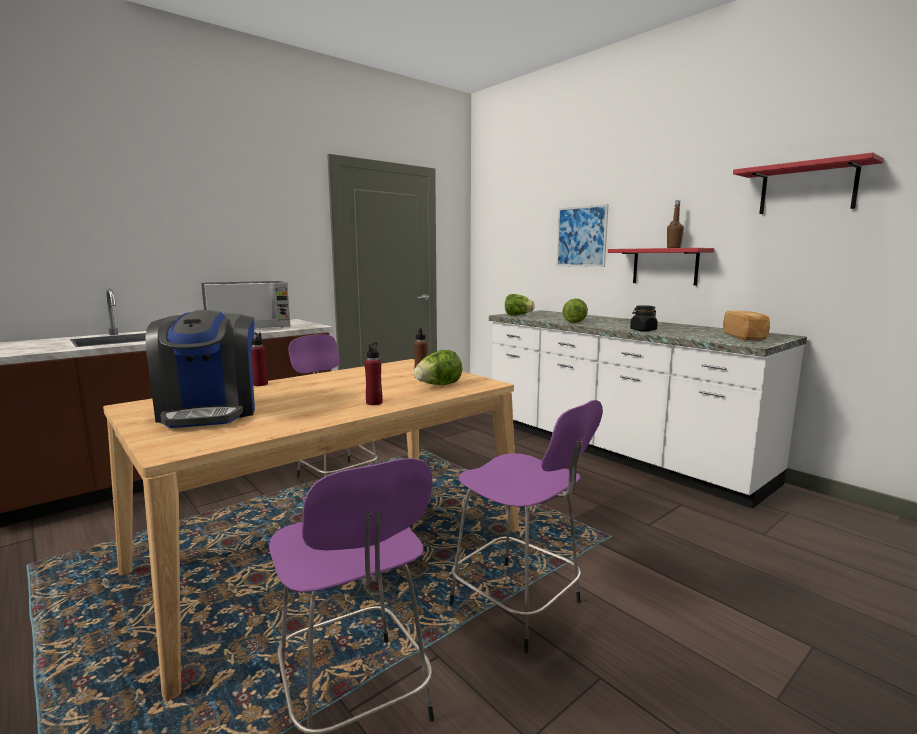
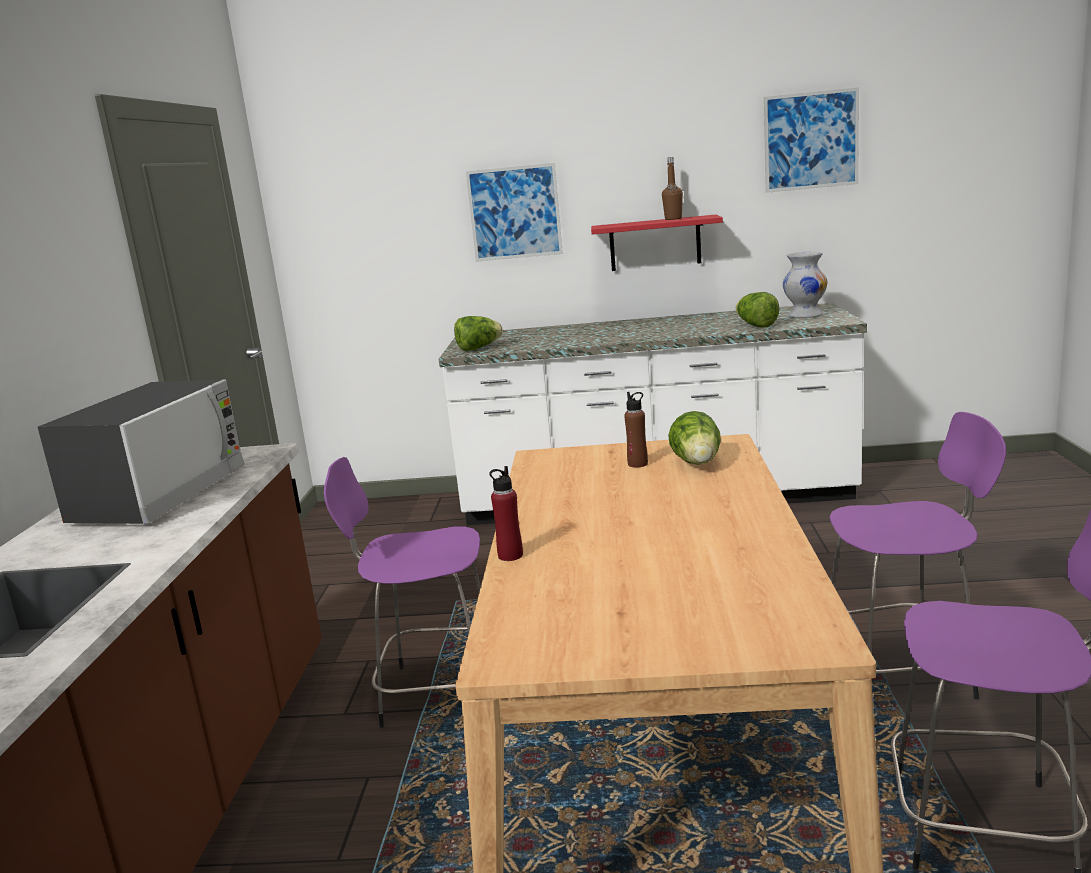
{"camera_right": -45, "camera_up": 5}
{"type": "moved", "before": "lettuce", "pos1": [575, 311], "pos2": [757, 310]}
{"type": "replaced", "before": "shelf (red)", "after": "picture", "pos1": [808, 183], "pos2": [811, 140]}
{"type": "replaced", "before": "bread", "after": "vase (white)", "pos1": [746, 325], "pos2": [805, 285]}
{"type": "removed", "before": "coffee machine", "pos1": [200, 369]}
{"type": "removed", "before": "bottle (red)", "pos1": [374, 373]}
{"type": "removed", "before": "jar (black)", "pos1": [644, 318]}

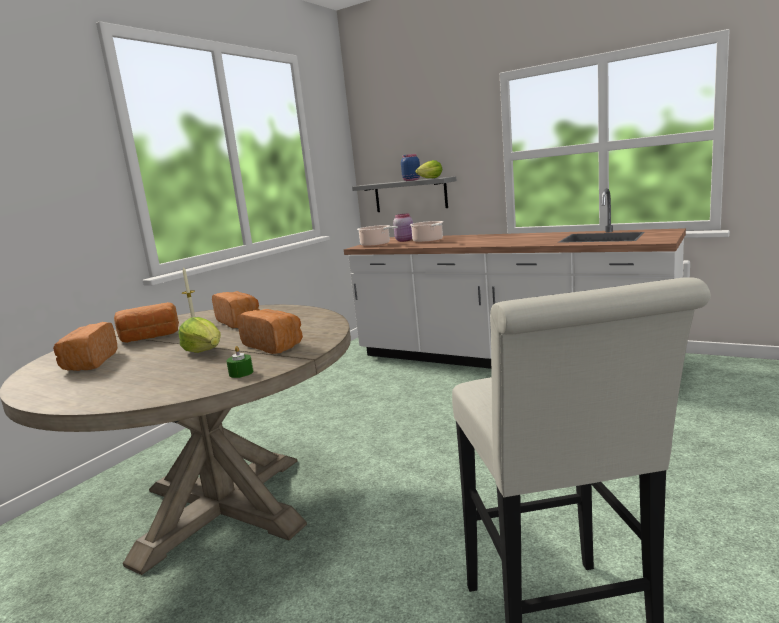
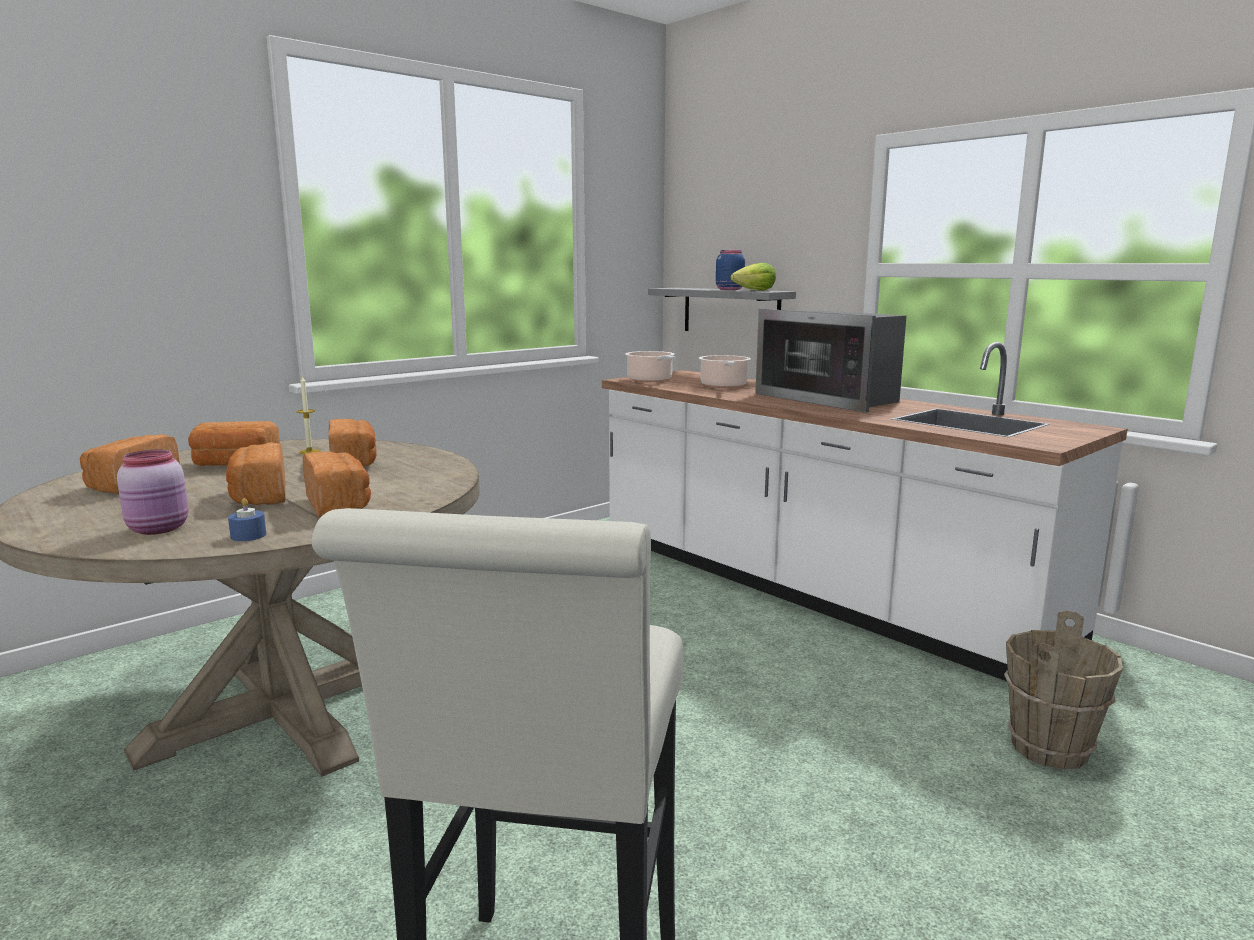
{"camera_right": 15, "camera_up": 0}
{"type": "moved", "before": "jar (pink)", "pos1": [403, 228], "pos2": [153, 492]}
{"type": "replaced", "before": "lettuce", "after": "bread", "pos1": [200, 335], "pos2": [256, 473]}
{"type": "recoloured", "before": "candle (green)", "after": "candle (blue)", "pos1": [239, 362], "pos2": [247, 519]}
{"type": "added", "after": "microwave", "pos2": [830, 361]}
{"type": "added", "after": "bucket (brown)", "pos2": [1063, 690]}

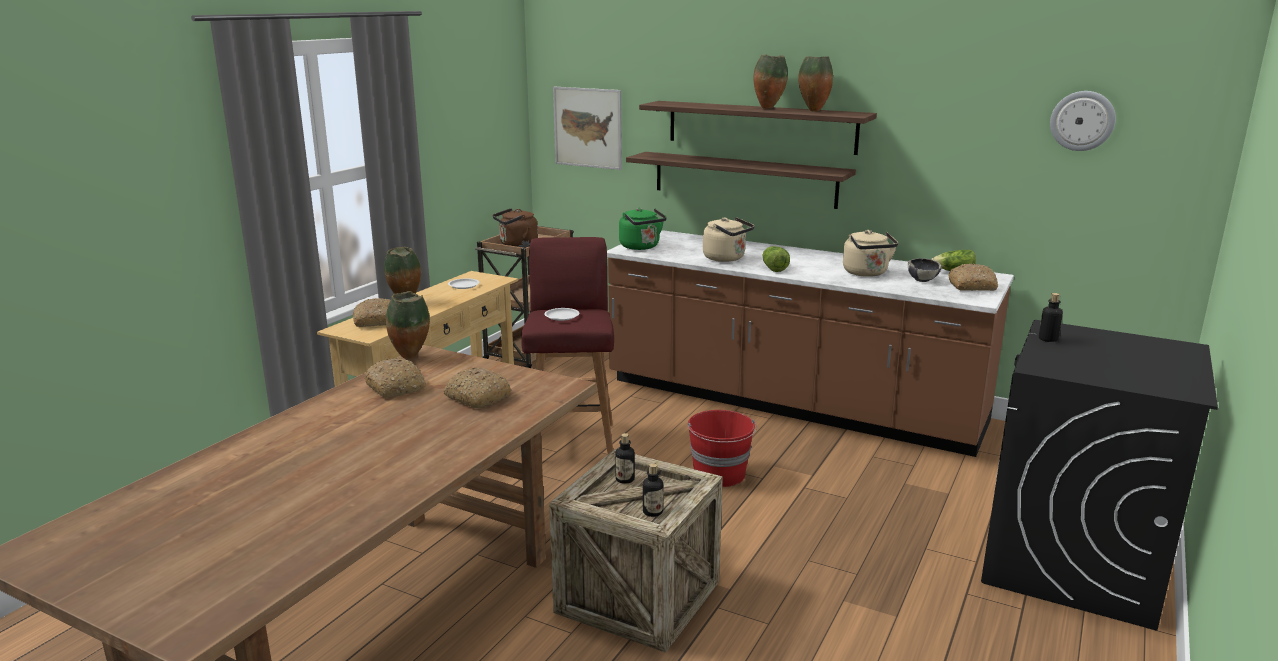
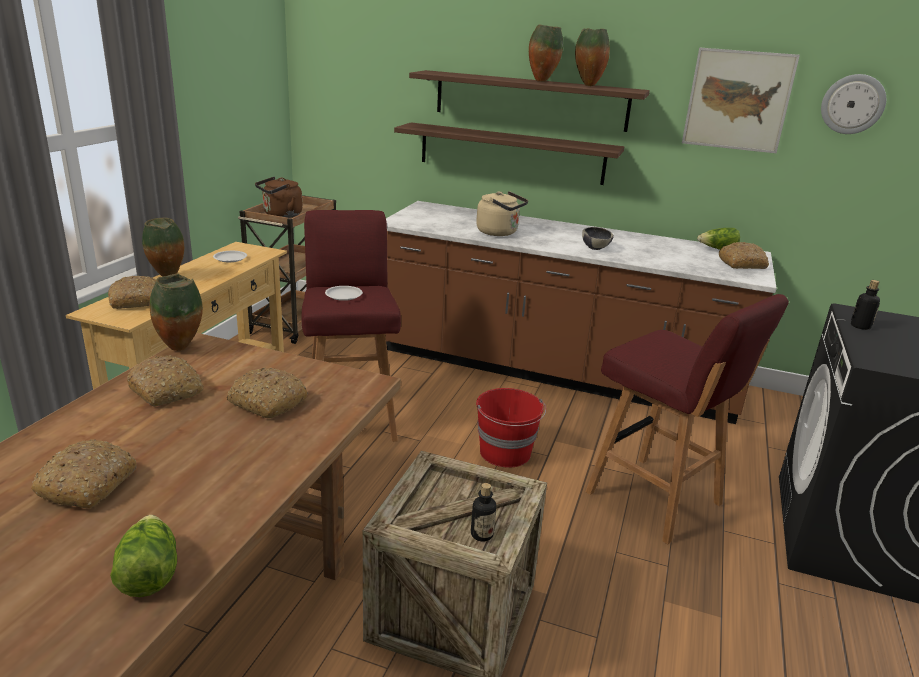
{"camera_right": -10, "camera_up": 5}
{"type": "added", "after": "bread", "pos2": [84, 474]}
{"type": "moved", "before": "lettuce", "pos1": [776, 259], "pos2": [143, 556]}
{"type": "moved", "before": "bowl", "pos1": [925, 270], "pos2": [598, 238]}
{"type": "added", "after": "stool (red)", "pos2": [687, 419]}
{"type": "moved", "before": "picture", "pos1": [587, 128], "pos2": [741, 100]}
{"type": "removed", "before": "bottle", "pos1": [625, 458]}
{"type": "removed", "before": "kettle (green)", "pos1": [643, 229]}
{"type": "removed", "before": "kettle (beige)", "pos1": [870, 253]}

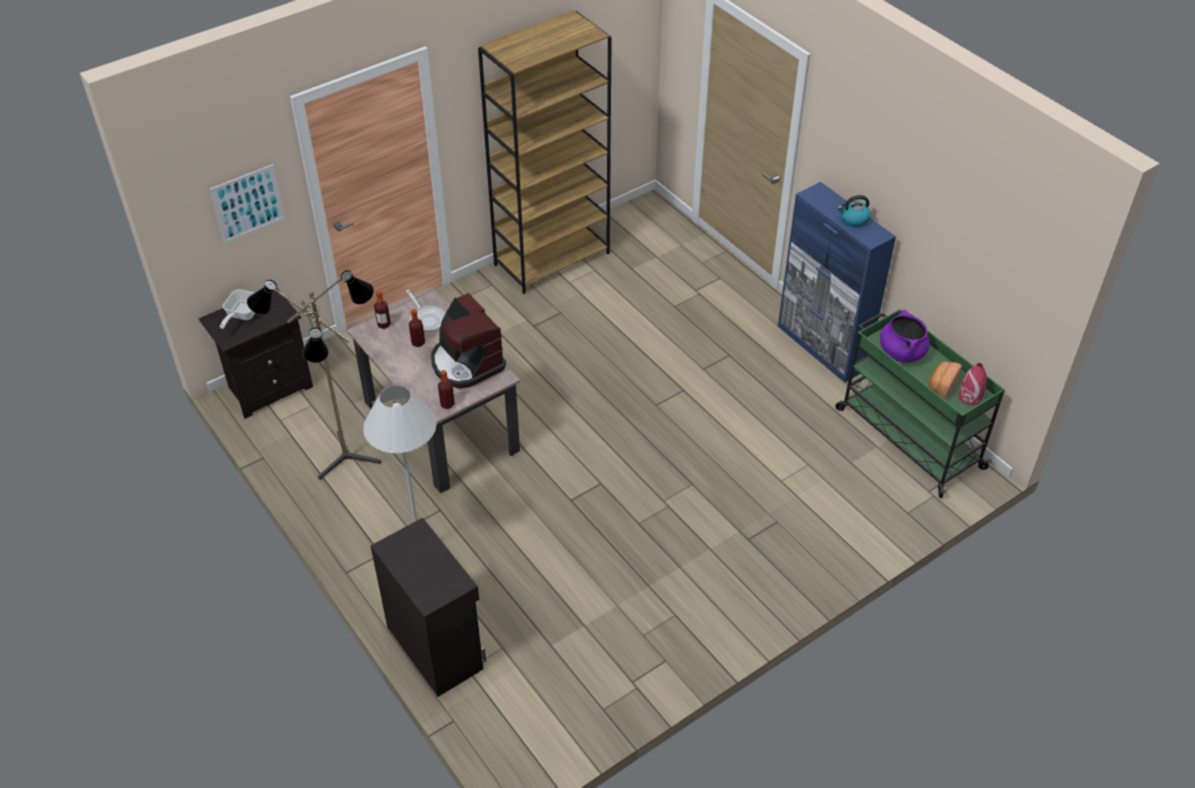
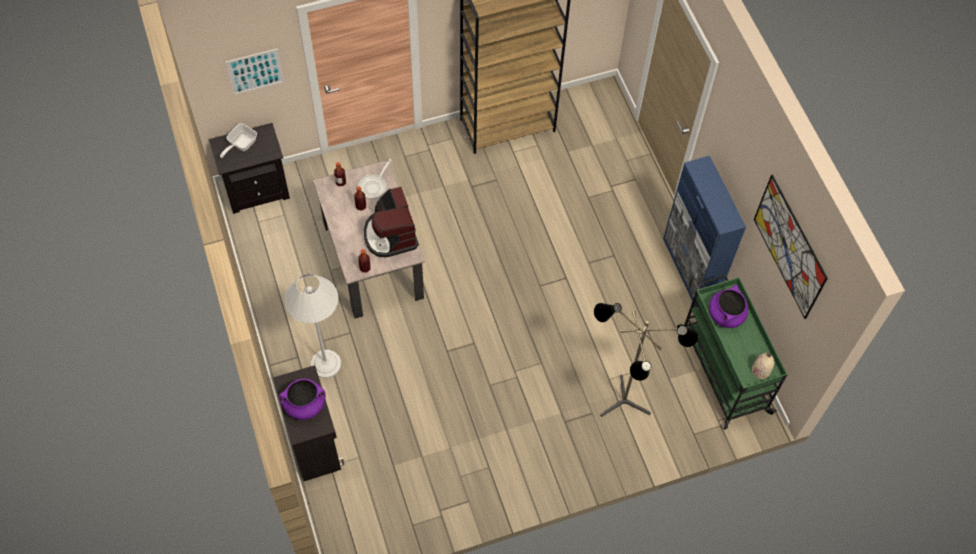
{"camera_right": 15, "camera_up": 15}
{"type": "added", "after": "cooking pot (purple)", "pos2": [302, 399]}
{"type": "turned", "before": "frying pan", "pos1": [425, 311], "pos2": [374, 179], "turn": 45}
{"type": "moved", "before": "floor lamp", "pos1": [314, 375], "pos2": [646, 360]}
{"type": "recoloured", "before": "vase (red)", "after": "vase (beige)", "pos1": [972, 384], "pos2": [763, 366]}
{"type": "added", "after": "picture", "pos2": [791, 246]}
{"type": "removed", "before": "kettle", "pos1": [854, 211]}
{"type": "removed", "before": "bread", "pos1": [945, 379]}

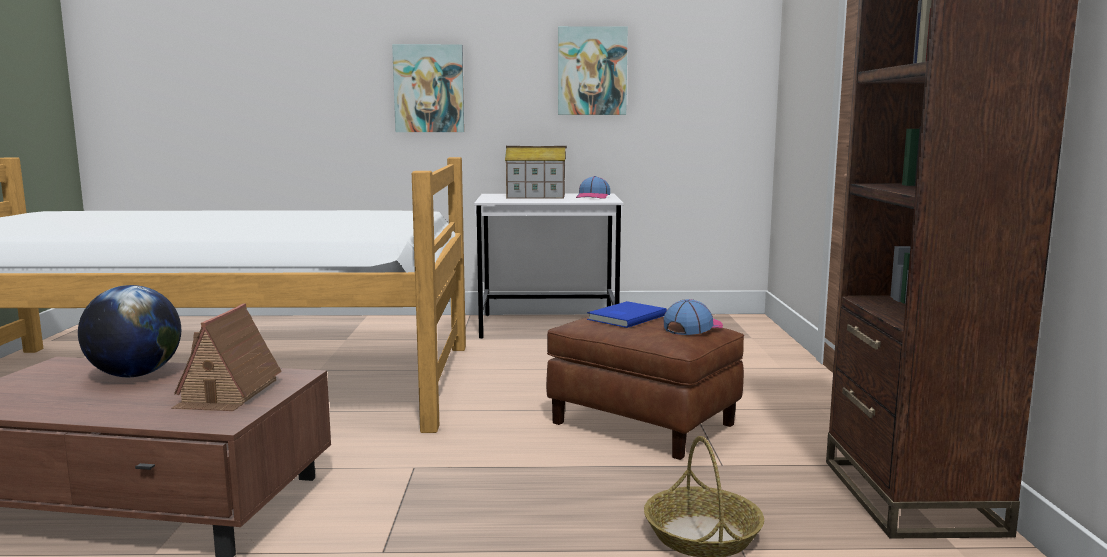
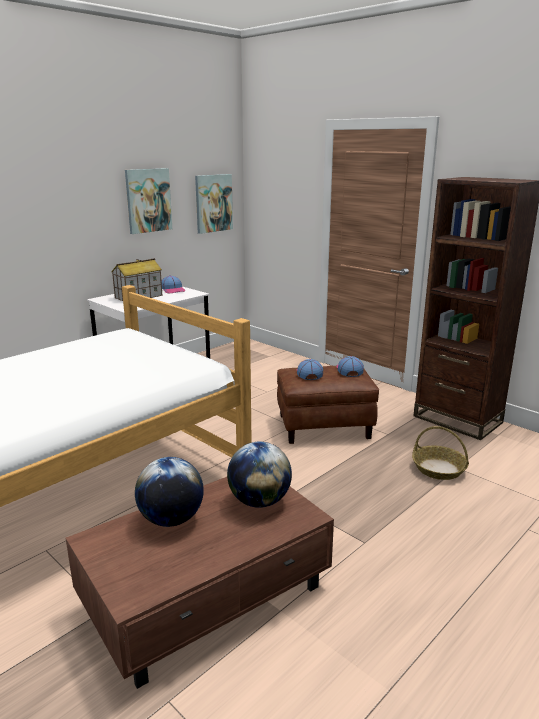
{"camera_right": -45, "camera_up": 10}
{"type": "moved", "before": "picture", "pos1": [428, 88], "pos2": [214, 204]}
{"type": "replaced", "before": "toy house", "after": "globe", "pos1": [227, 357], "pos2": [259, 475]}
{"type": "replaced", "before": "book (blue)", "after": "cap", "pos1": [627, 314], "pos2": [309, 369]}

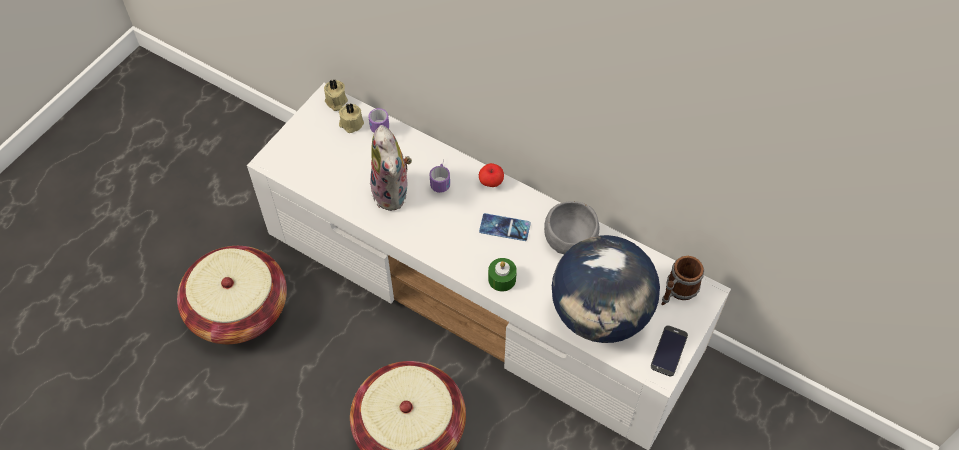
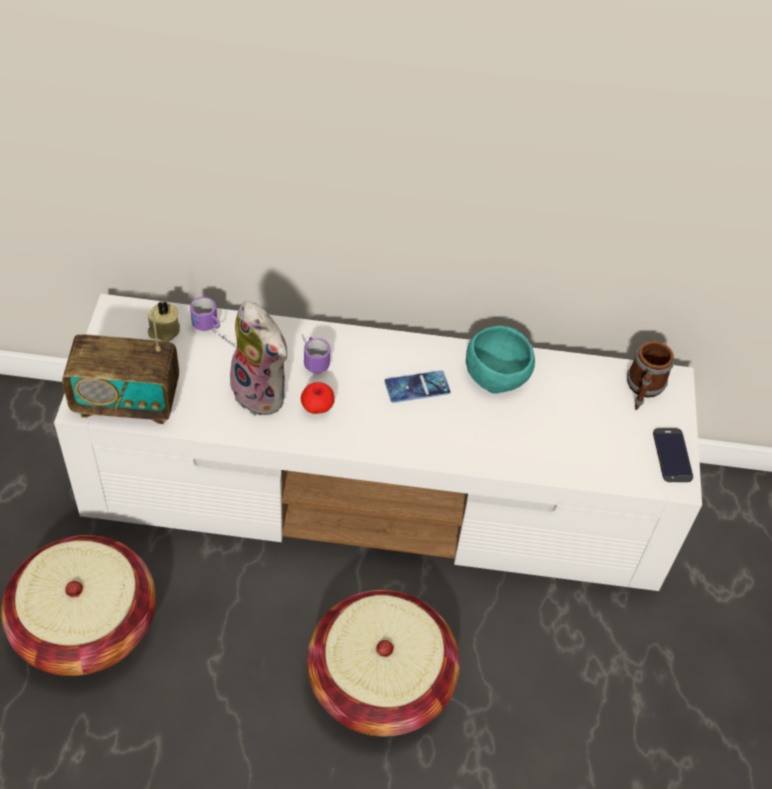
{"camera_right": -30, "camera_up": -5}
{"type": "added", "after": "radio", "pos2": [120, 366]}
{"type": "moved", "before": "apple", "pos1": [491, 175], "pos2": [318, 398]}
{"type": "recoloured", "before": "bowl (grey)", "after": "bowl (turquoise)", "pos1": [572, 227], "pos2": [500, 360]}
{"type": "removed", "before": "candle (beige)", "pos1": [336, 95]}
{"type": "removed", "before": "candle (green)", "pos1": [502, 275]}
{"type": "removed", "before": "globe", "pos1": [606, 289]}

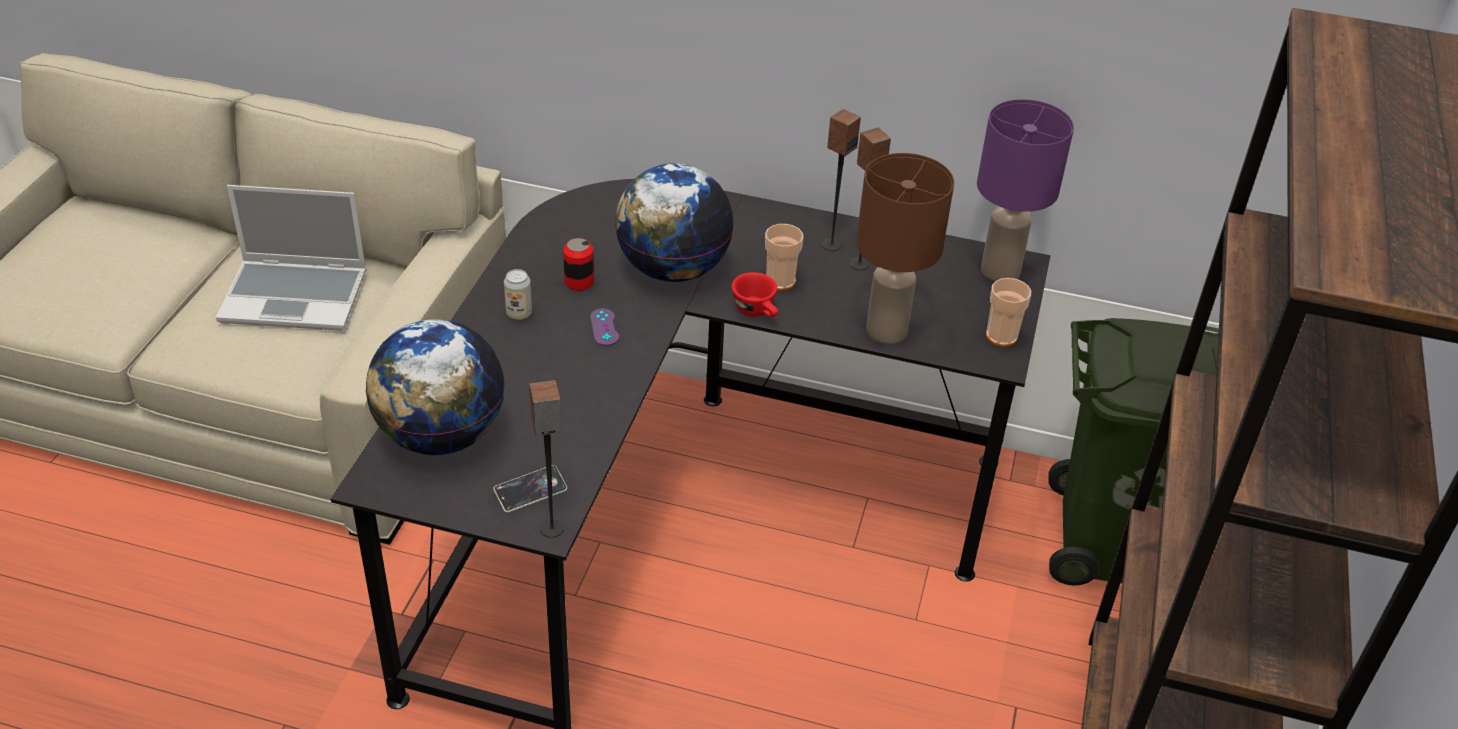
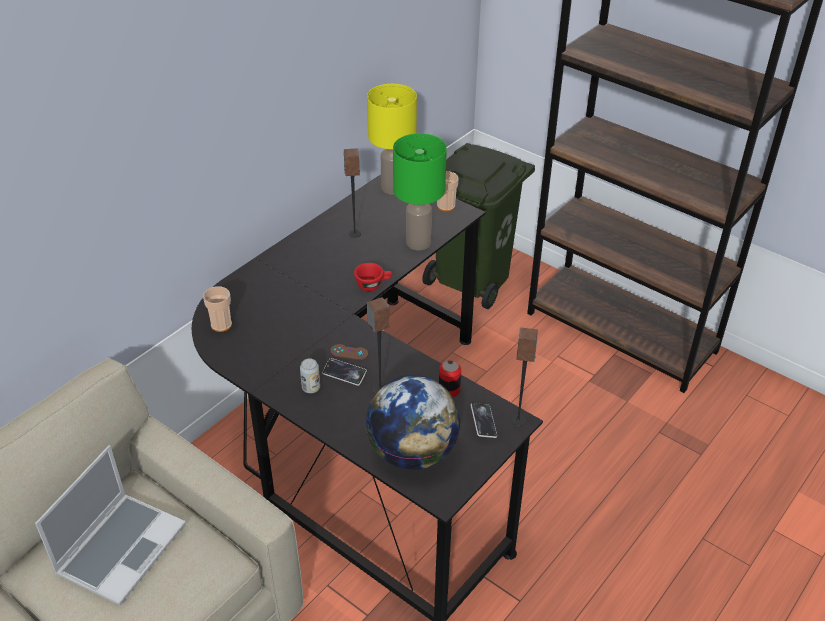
{"camera_right": -65, "camera_up": 0}
{"type": "moved", "before": "cup", "pos1": [784, 257], "pos2": [217, 309]}
{"type": "added", "after": "phone", "pos2": [344, 372]}
{"type": "recoloured", "before": "game controller (purple)", "after": "game controller (brown)", "pos1": [604, 327], "pos2": [349, 352]}
{"type": "recoloured", "before": "table lamp (purple)", "after": "table lamp (yellow)", "pos1": [1025, 190], "pos2": [392, 139]}
{"type": "moved", "before": "speaker", "pos1": [841, 180], "pos2": [378, 345]}
{"type": "recoloured", "before": "table lamp (brown)", "after": "table lamp (green)", "pos1": [905, 248], "pos2": [420, 191]}
{"type": "moved", "before": "can", "pos1": [578, 264], "pos2": [450, 378]}
{"type": "removed", "before": "globe", "pos1": [674, 222]}

